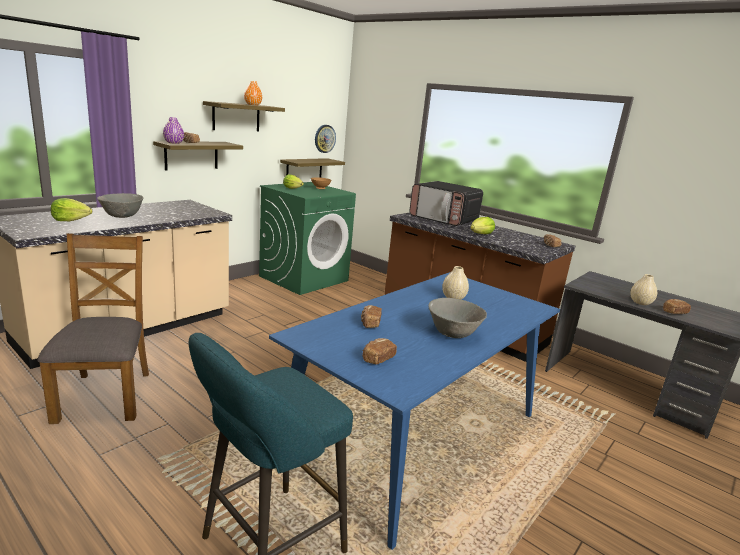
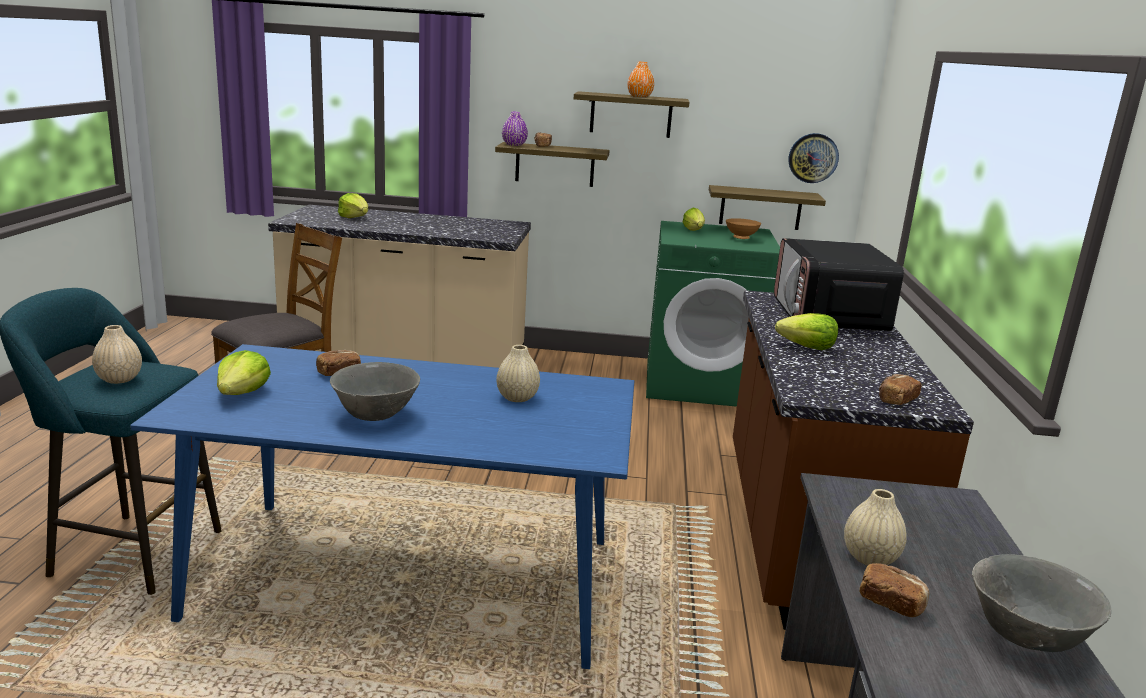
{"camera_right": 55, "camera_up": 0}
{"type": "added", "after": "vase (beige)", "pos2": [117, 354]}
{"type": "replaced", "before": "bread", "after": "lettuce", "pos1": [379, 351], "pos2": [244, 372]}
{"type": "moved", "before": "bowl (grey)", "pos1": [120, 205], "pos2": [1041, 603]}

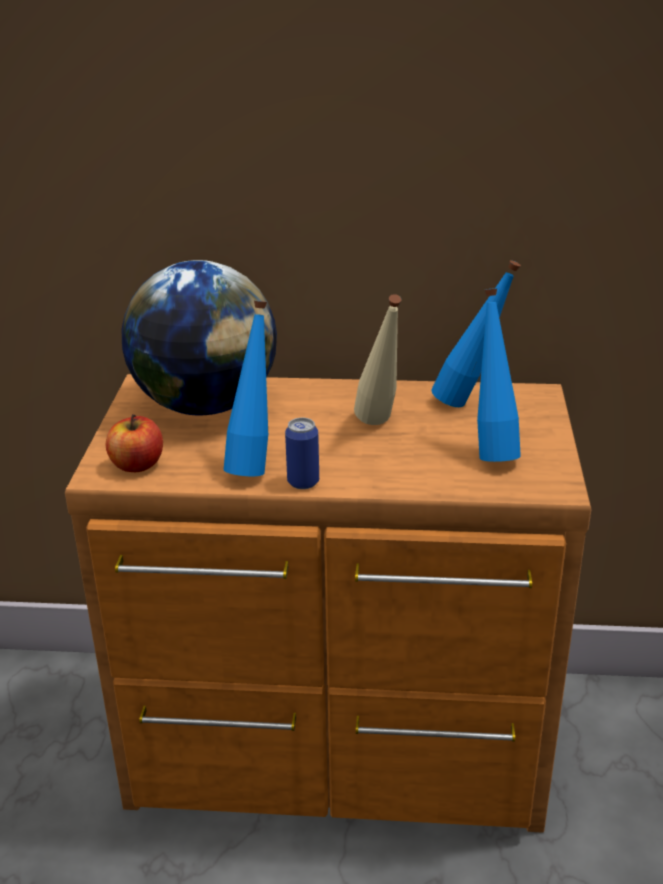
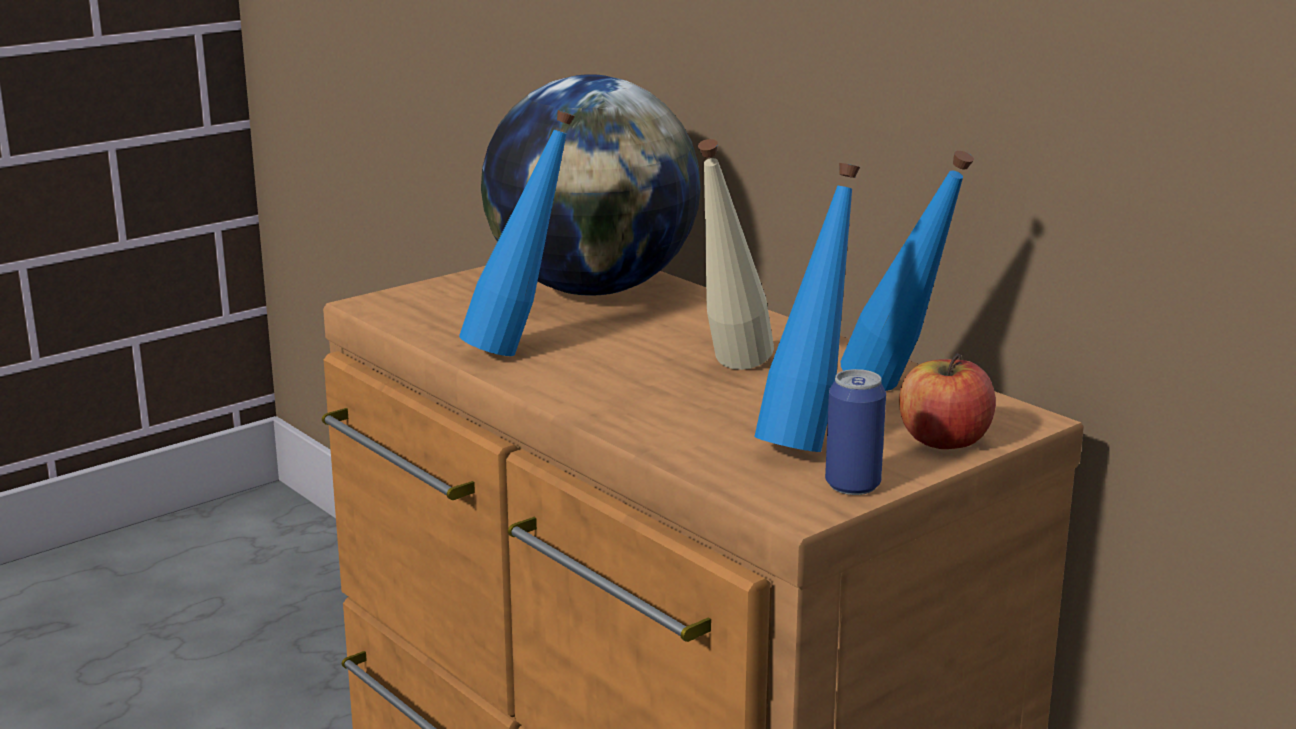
{"camera_right": 45, "camera_up": -10}
{"type": "moved", "before": "can", "pos1": [302, 453], "pos2": [855, 432]}
{"type": "moved", "before": "apple", "pos1": [134, 443], "pos2": [947, 401]}

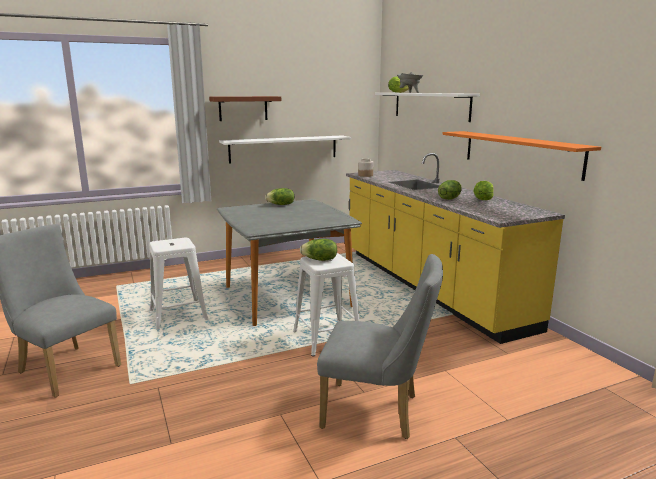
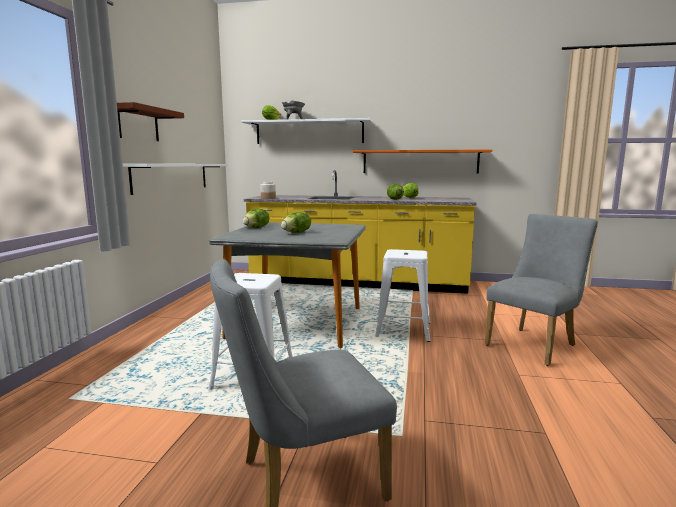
{"camera_right": -55, "camera_up": -5}
{"type": "moved", "before": "lettuce", "pos1": [318, 250], "pos2": [296, 222]}

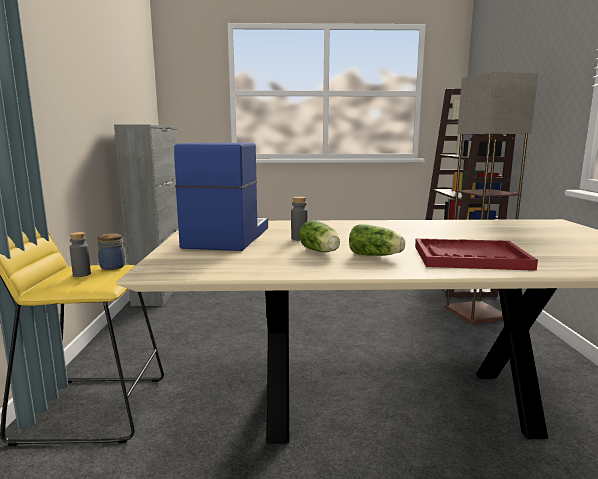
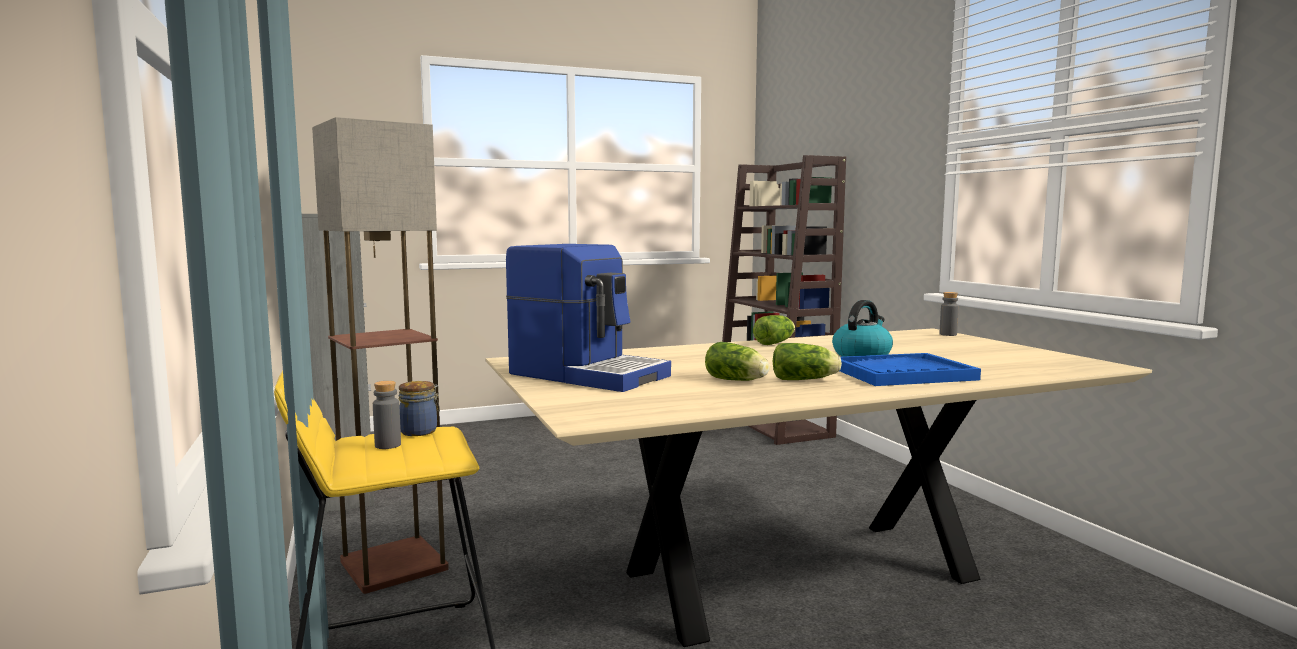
{"camera_right": -20, "camera_up": -5}
{"type": "moved", "before": "floor lamp", "pos1": [491, 197], "pos2": [380, 355]}
{"type": "turned", "before": "coffee machine", "pos1": [221, 197], "pos2": [588, 318], "turn": 135}
{"type": "added", "after": "lettuce", "pos2": [774, 330]}
{"type": "added", "after": "kettle", "pos2": [862, 328]}
{"type": "recoloured", "before": "tray (red)", "after": "tray (blue)", "pos1": [476, 254], "pos2": [910, 369]}
{"type": "moved", "before": "bottle (grey)", "pos1": [299, 219], "pos2": [949, 314]}

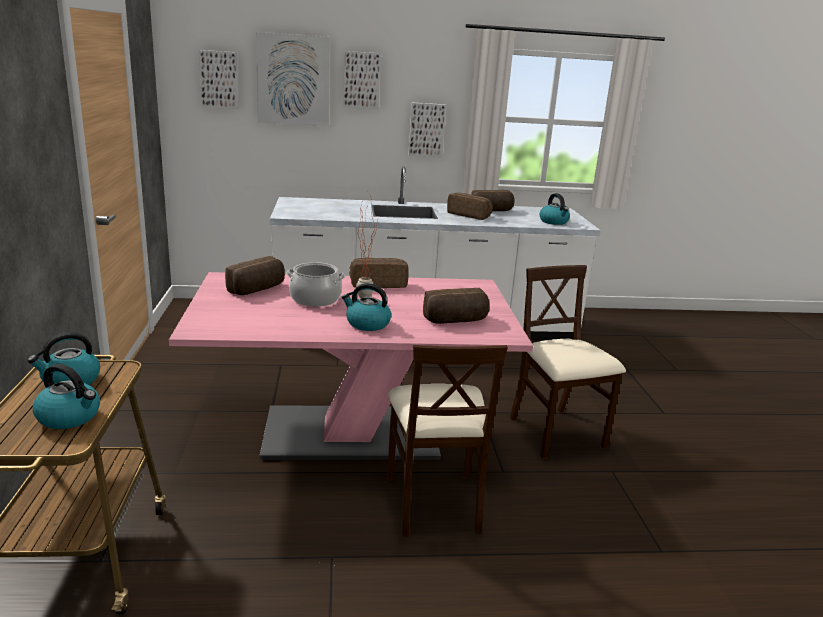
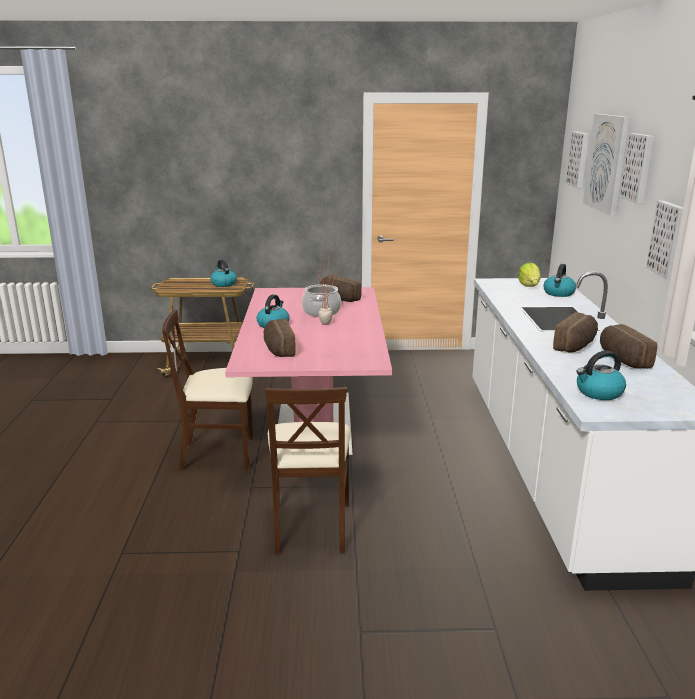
{"camera_right": 95, "camera_up": 0}
{"type": "turned", "before": "chair (beige)", "pos1": [568, 362], "pos2": [308, 471], "turn": 105}
{"type": "added", "after": "lettuce", "pos2": [529, 274]}
{"type": "moved", "before": "kettle", "pos1": [66, 396], "pos2": [559, 280]}
{"type": "removed", "before": "bread", "pos1": [379, 273]}

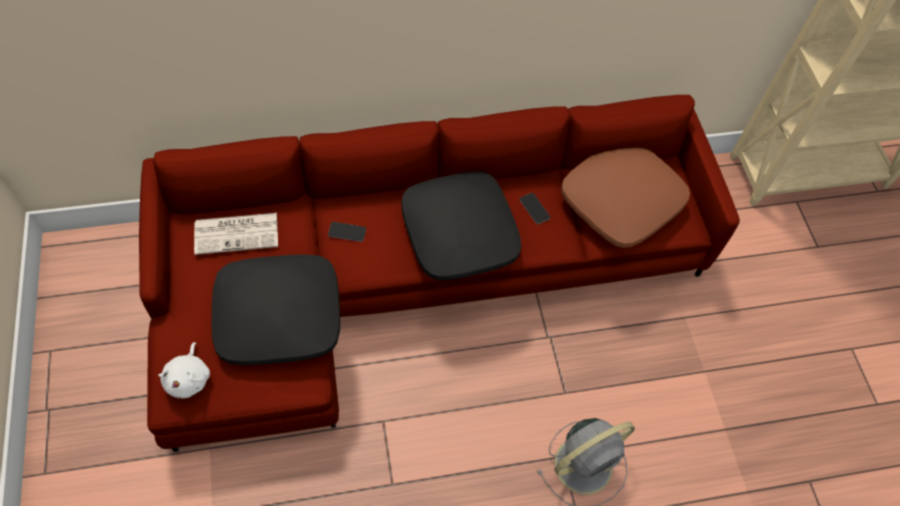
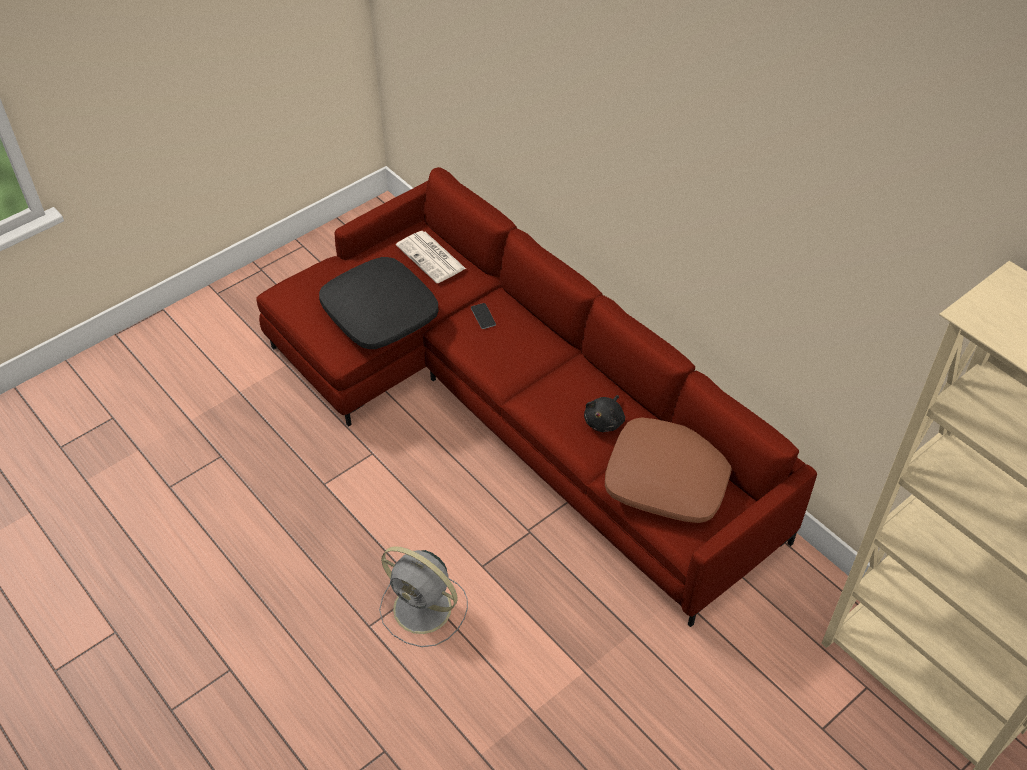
{"camera_right": 65, "camera_up": -10}
{"type": "replaced", "before": "phone", "after": "plush toy (black)", "pos1": [535, 208], "pos2": [604, 413]}
{"type": "removed", "before": "plush toy (white)", "pos1": [184, 370]}
{"type": "removed", "before": "pillow (black)", "pos1": [461, 225]}

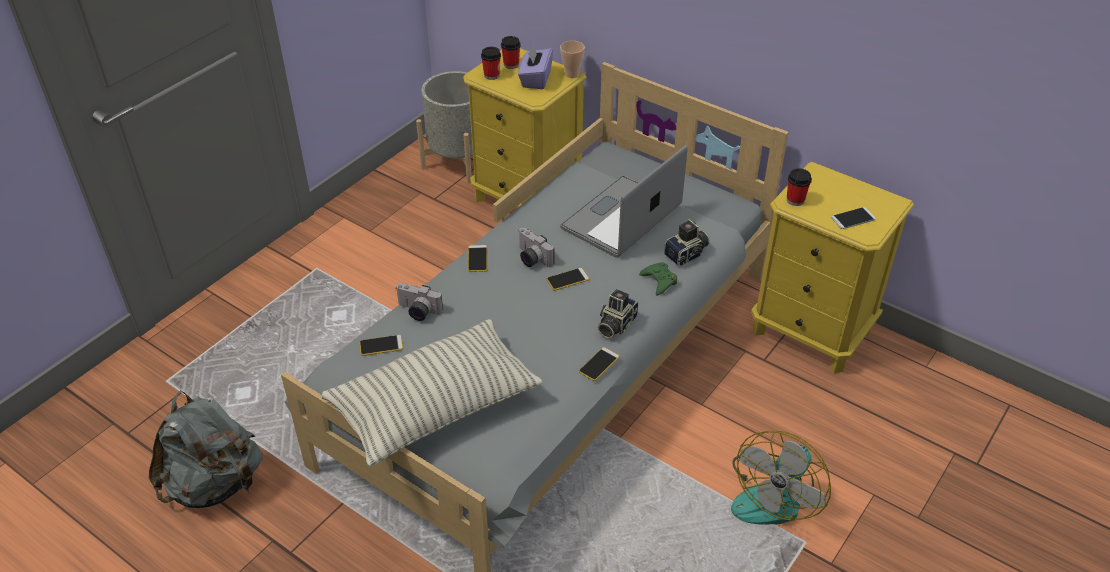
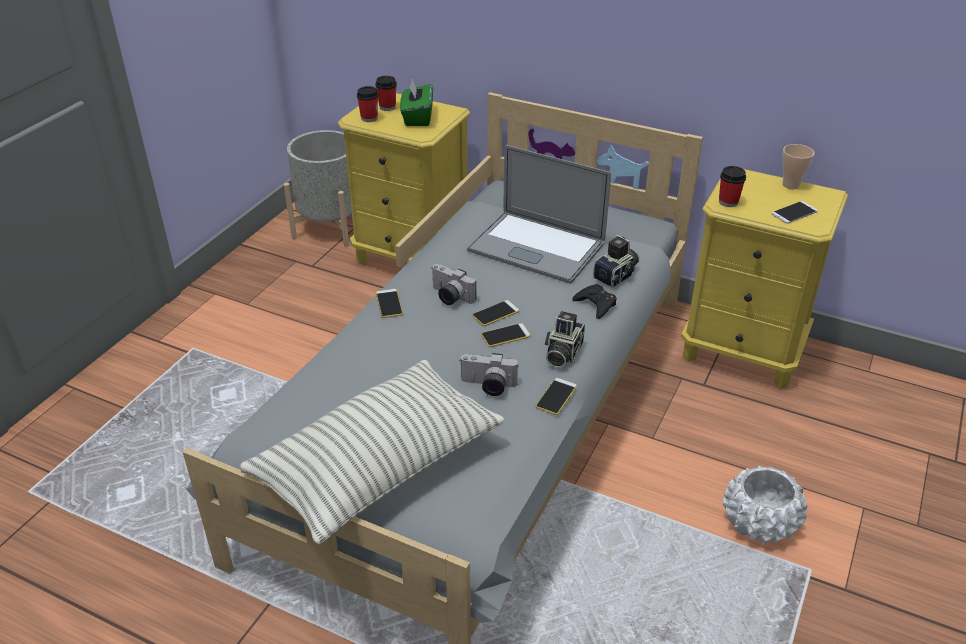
{"camera_right": -10, "camera_up": -5}
{"type": "recoloured", "before": "tissue box (purple)", "after": "tissue box (green)", "pos1": [535, 66], "pos2": [416, 102]}
{"type": "moved", "before": "photo camera", "pos1": [419, 302], "pos2": [489, 374]}
{"type": "turned", "before": "laptop", "pos1": [624, 201], "pos2": [539, 214], "turn": -90}
{"type": "moved", "before": "phone", "pos1": [381, 345], "pos2": [506, 335]}
{"type": "recoloured", "before": "game controller (green)", "after": "game controller (black)", "pos1": [658, 278], "pos2": [594, 301]}
{"type": "replaced", "before": "fan", "after": "planter (white)", "pos1": [781, 478], "pos2": [765, 505]}
{"type": "moved", "before": "cup", "pos1": [572, 59], "pos2": [798, 166]}
{"type": "removed", "before": "backpack (grey)", "pos1": [206, 449]}

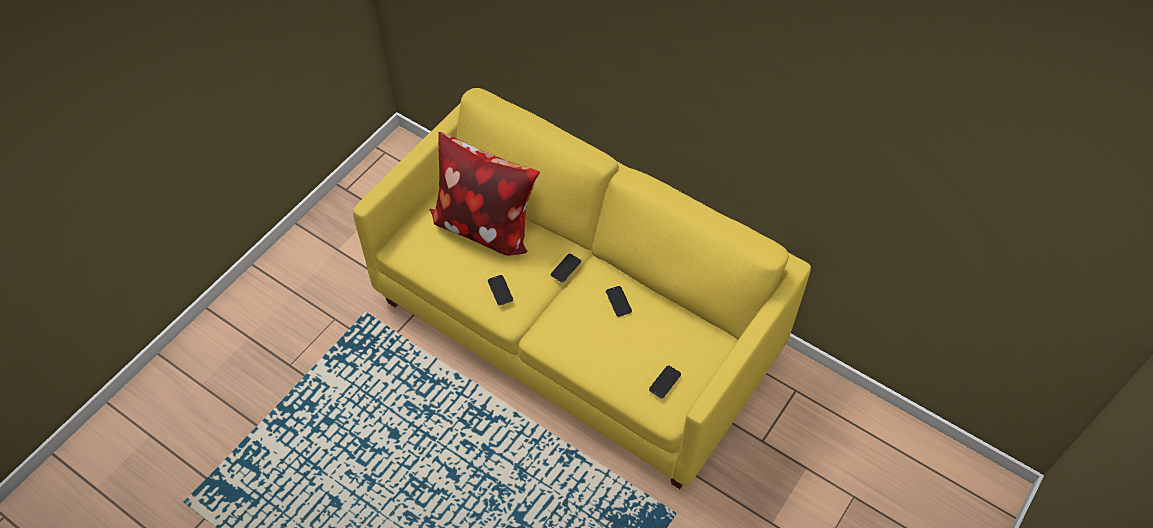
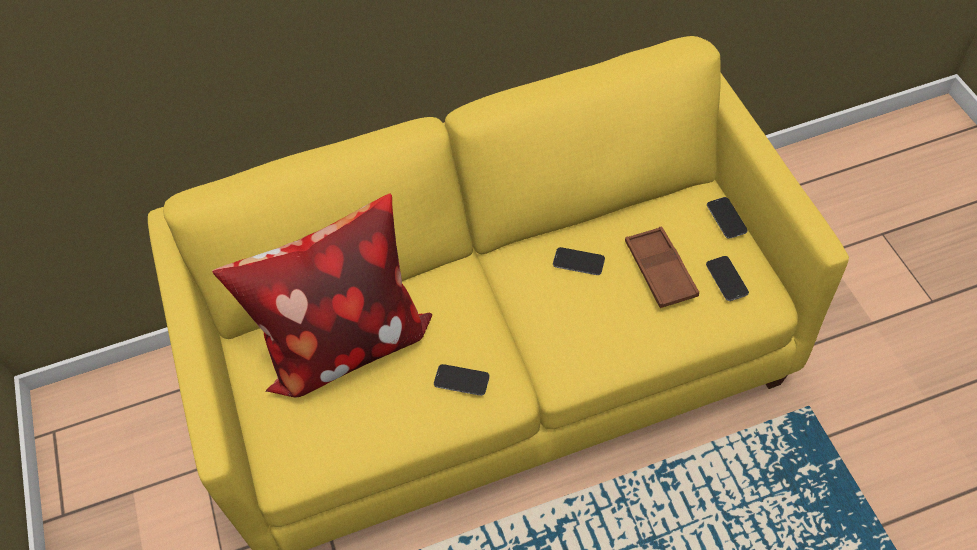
{"camera_right": -50, "camera_up": 0}
{"type": "added", "after": "tray (brown)", "pos2": [662, 267]}
{"type": "moved", "before": "phone", "pos1": [566, 268], "pos2": [727, 218]}

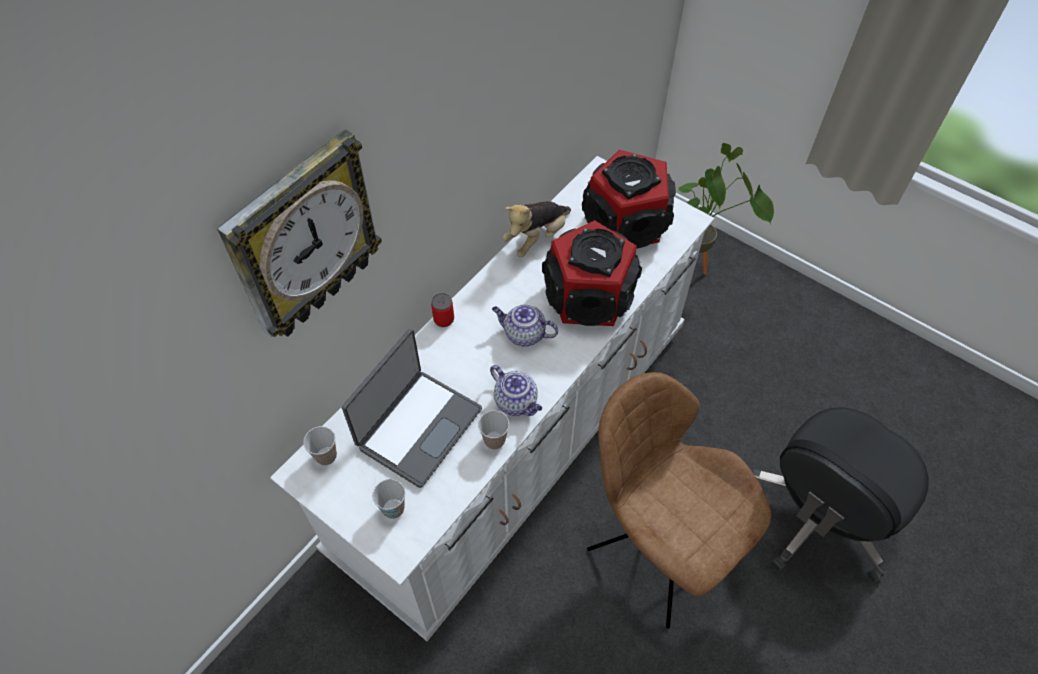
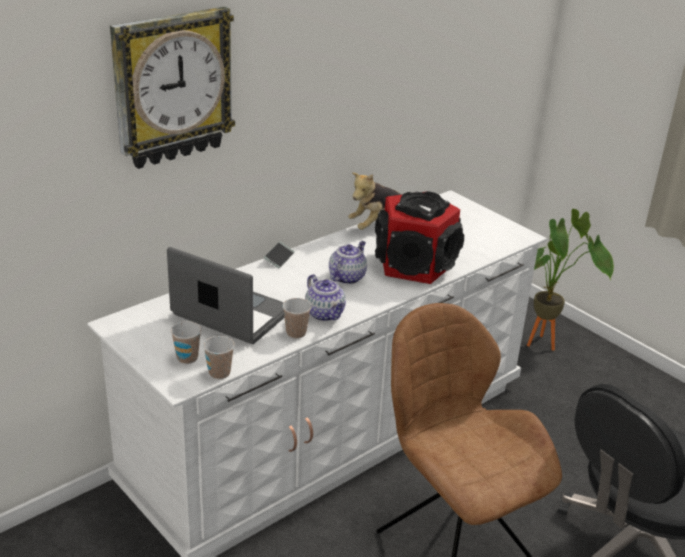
{"camera_right": 10, "camera_up": -25}
{"type": "turned", "before": "laptop", "pos1": [412, 408], "pos2": [226, 295], "turn": -105}
{"type": "moved", "before": "cup", "pos1": [320, 445], "pos2": [219, 357]}
{"type": "replaced", "before": "can", "after": "phone", "pos1": [442, 310], "pos2": [279, 254]}
{"type": "turned", "before": "teapot", "pos1": [525, 325], "pos2": [348, 262], "turn": 90}
{"type": "removed", "before": "speaker", "pos1": [629, 199]}

